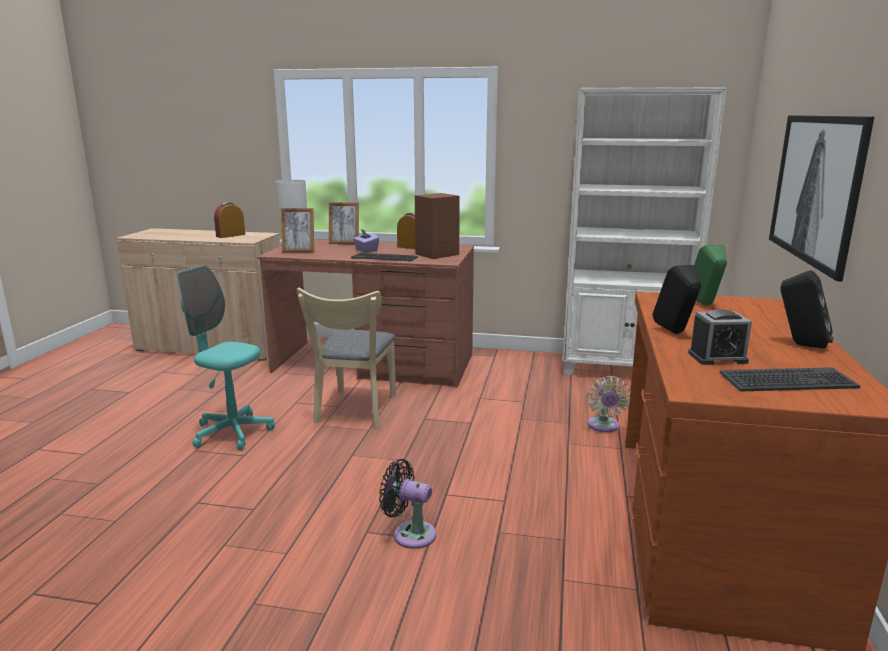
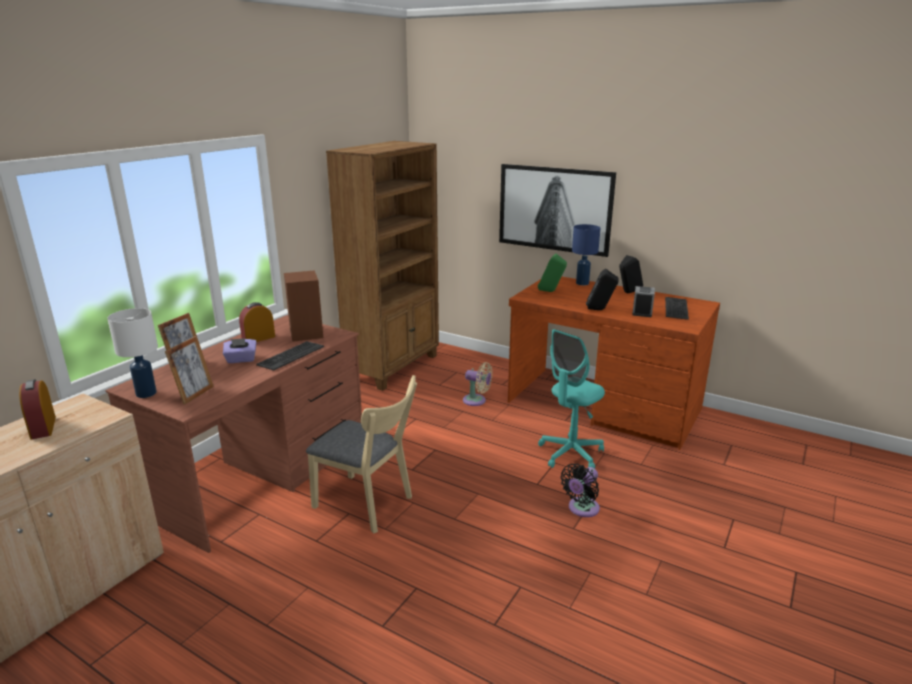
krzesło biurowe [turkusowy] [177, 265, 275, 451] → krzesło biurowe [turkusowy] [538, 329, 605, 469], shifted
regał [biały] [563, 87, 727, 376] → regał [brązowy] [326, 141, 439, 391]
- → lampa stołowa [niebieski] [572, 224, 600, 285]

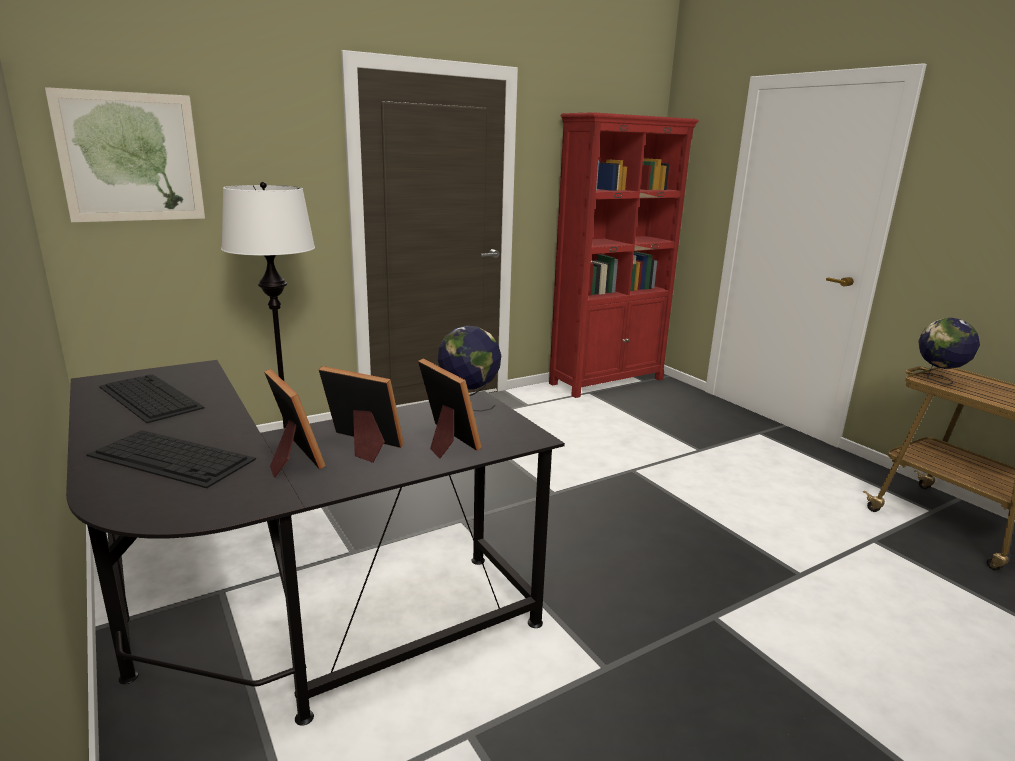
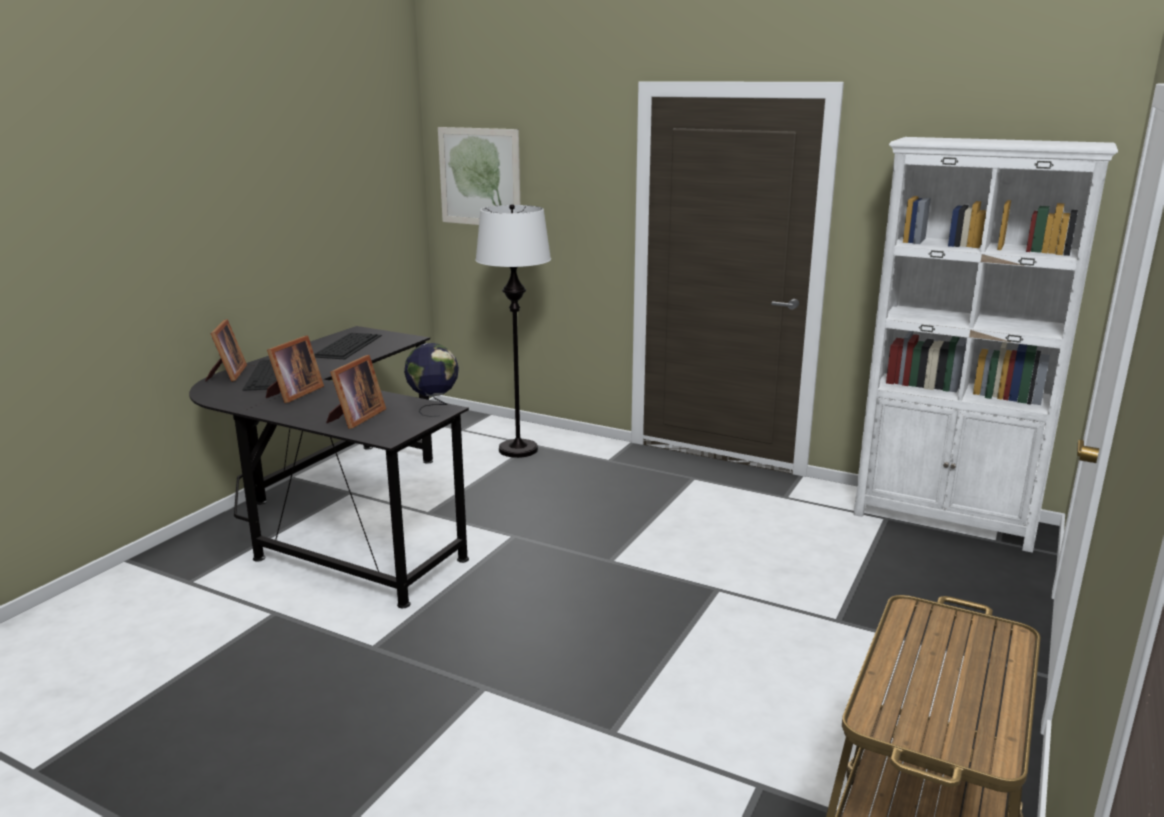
ramka na zdjęcie [319, 366, 404, 463] → ramka na zdjęcie [205, 319, 247, 382], shifted
regał [czerwony] [549, 112, 699, 398] → regał [biały] [853, 137, 1118, 553]
globus [918, 318, 980, 385] → -

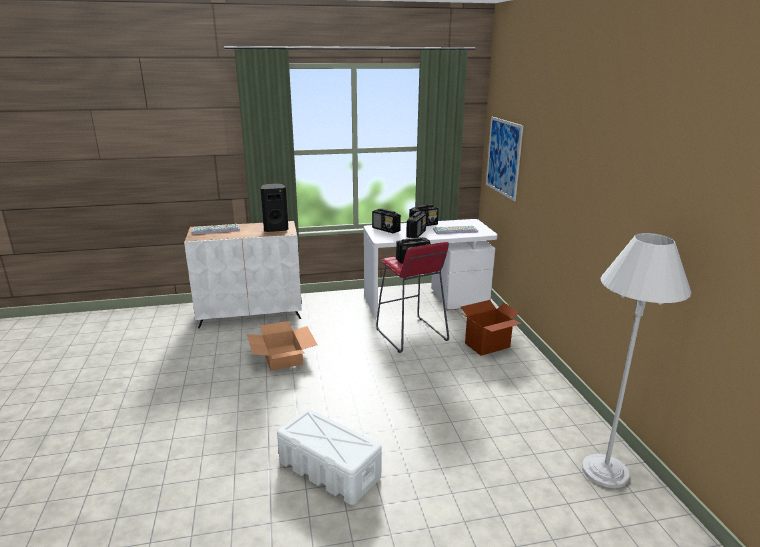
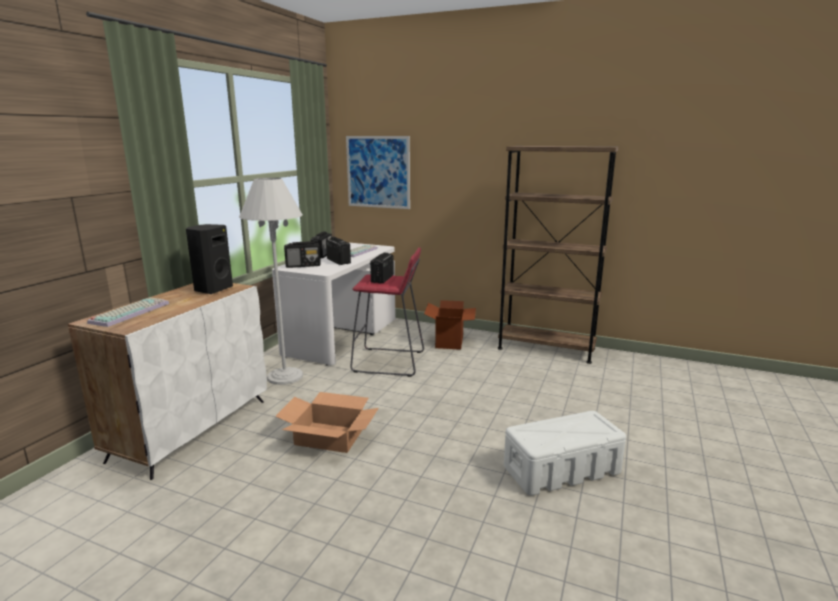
lampa stojąca [biały] [582, 233, 691, 488] → lampa stojąca [biały] [239, 178, 303, 385], shifted
- → regał [brązowy] [498, 146, 618, 364]

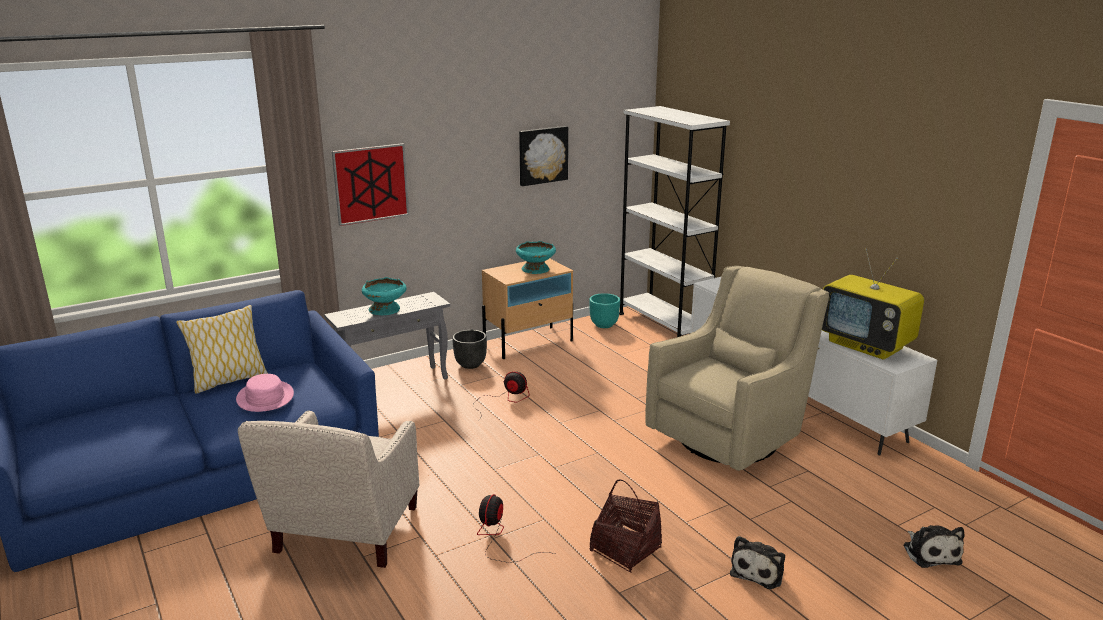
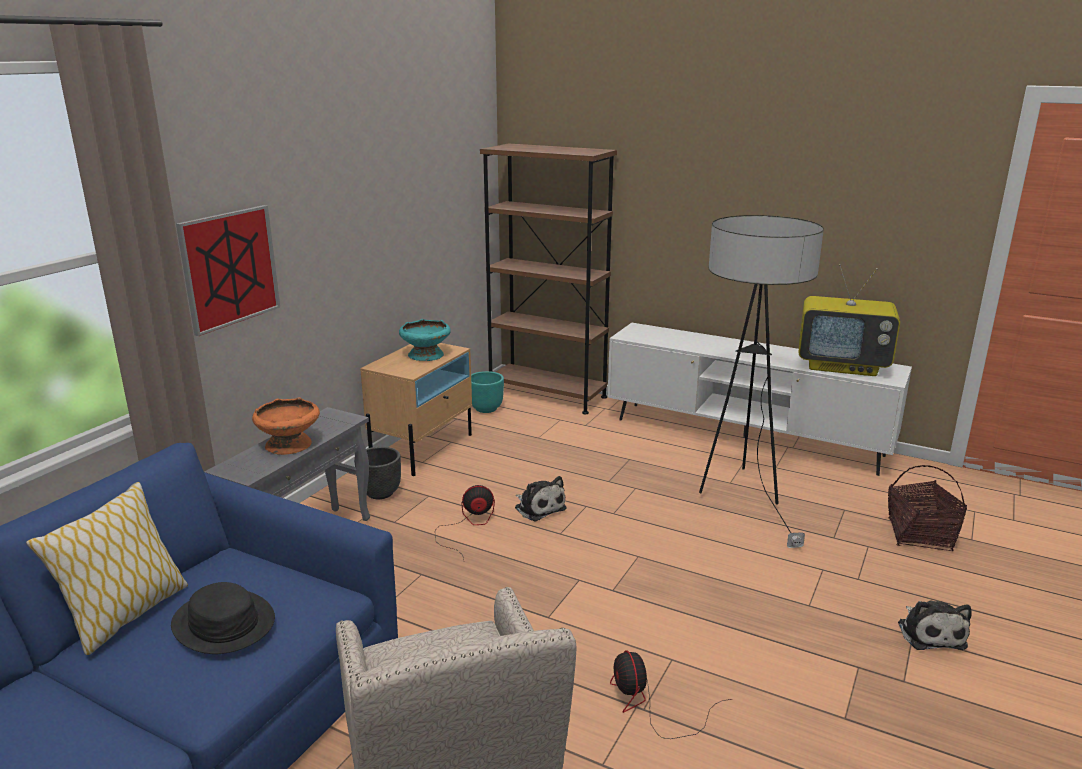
kapelusz [różowy] [236, 374, 294, 412] → kapelusz [czarny] [171, 582, 275, 654]
miska [turkusowy] [362, 277, 407, 315] → miska [pomarańczowy] [252, 397, 320, 455]
obraz [519, 126, 568, 186] → -
koszyk [589, 479, 662, 573] → koszyk [888, 465, 967, 551], shifted
regał [biały] [619, 106, 730, 337] → regał [brązowy] [480, 143, 617, 414]
fotel [beżowy] [645, 266, 829, 471] → lampa stojąca [699, 215, 824, 548]
pluszak [903, 525, 964, 568] → pluszak [515, 476, 567, 522], shifted

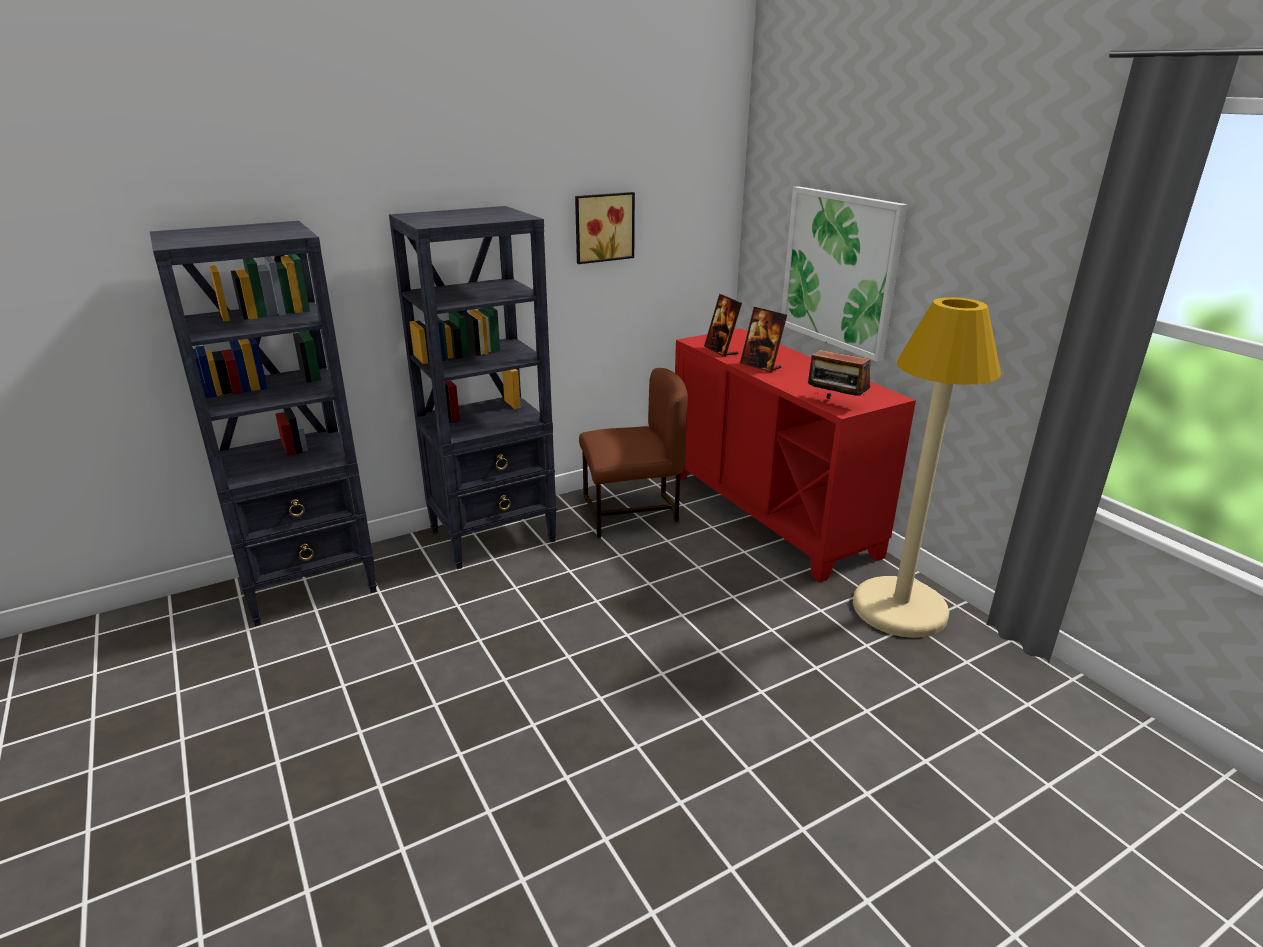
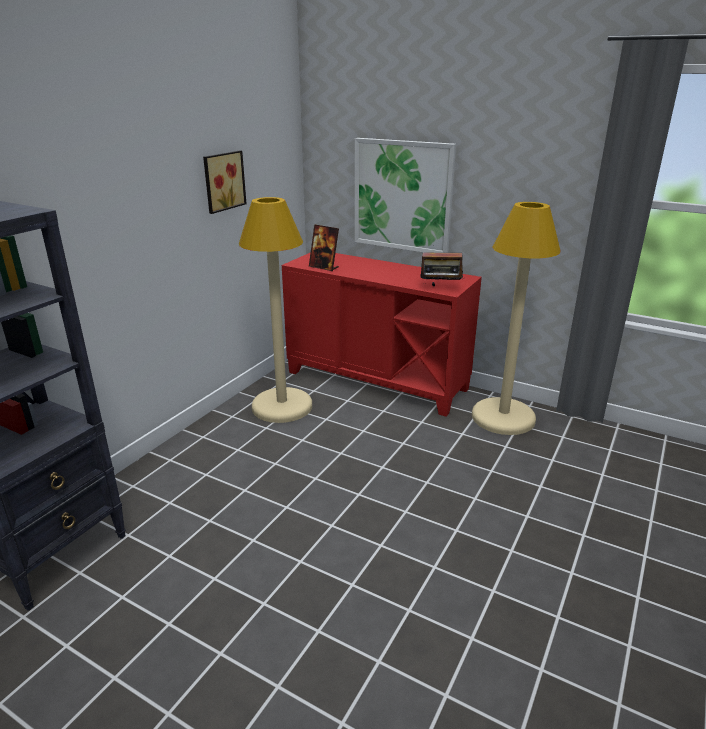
regał [czarny] [389, 206, 557, 569] → -
krzesło [brązowy] [579, 368, 688, 538] → lampa stojąca [beżowy] [239, 197, 312, 423]
ramka na zdjęcie [740, 307, 787, 373] → -

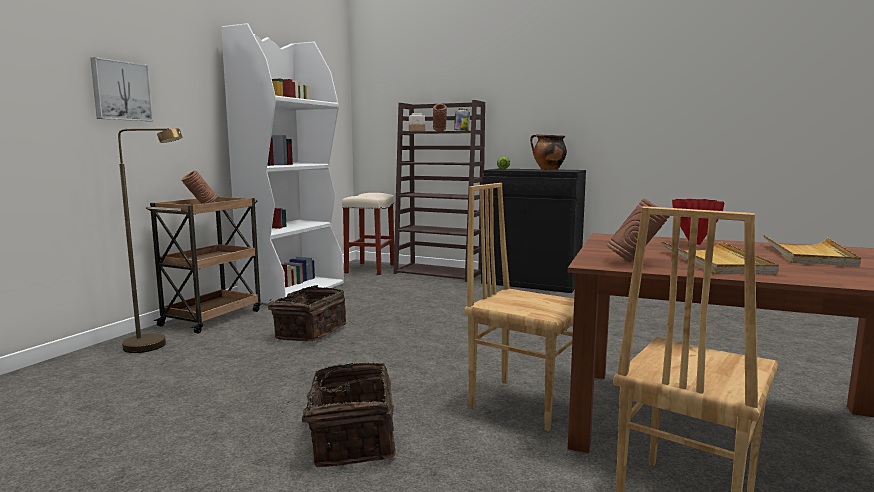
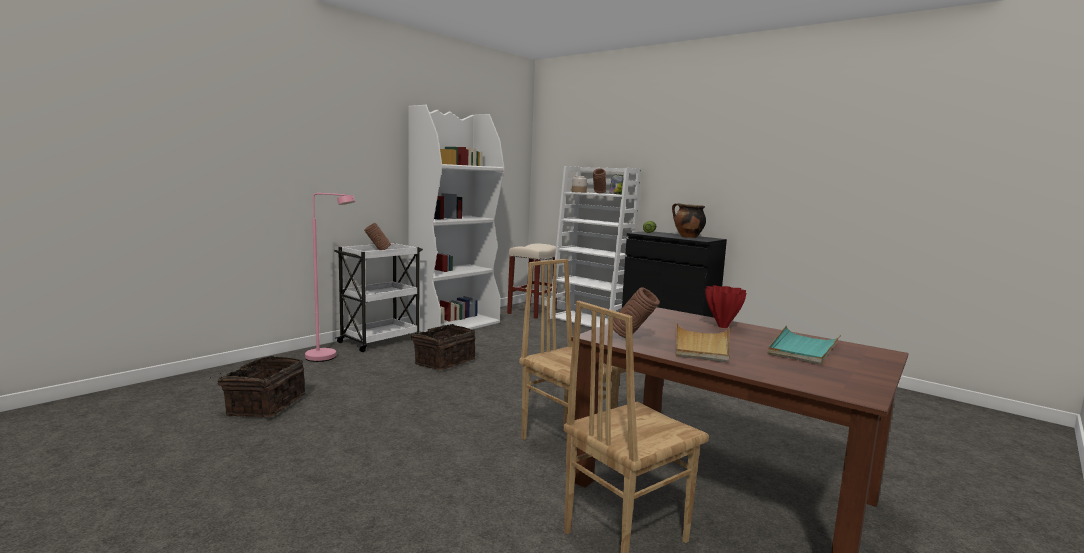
obraz [90, 57, 153, 121] → -
lampa stojąca [brązowy] [118, 128, 183, 353] → lampa stojąca [różowy] [305, 193, 355, 362]
wózek [brązowy] [145, 196, 261, 334] → wózek [biały] [334, 243, 423, 352]
koszyk [287, 362, 396, 467] → koszyk [210, 356, 305, 417], shifted
regał [brązowy] [393, 100, 485, 282] → regał [biały] [550, 166, 641, 328]
taca [beżowy] [763, 235, 861, 267] → taca [turkusowy] [768, 325, 841, 365]

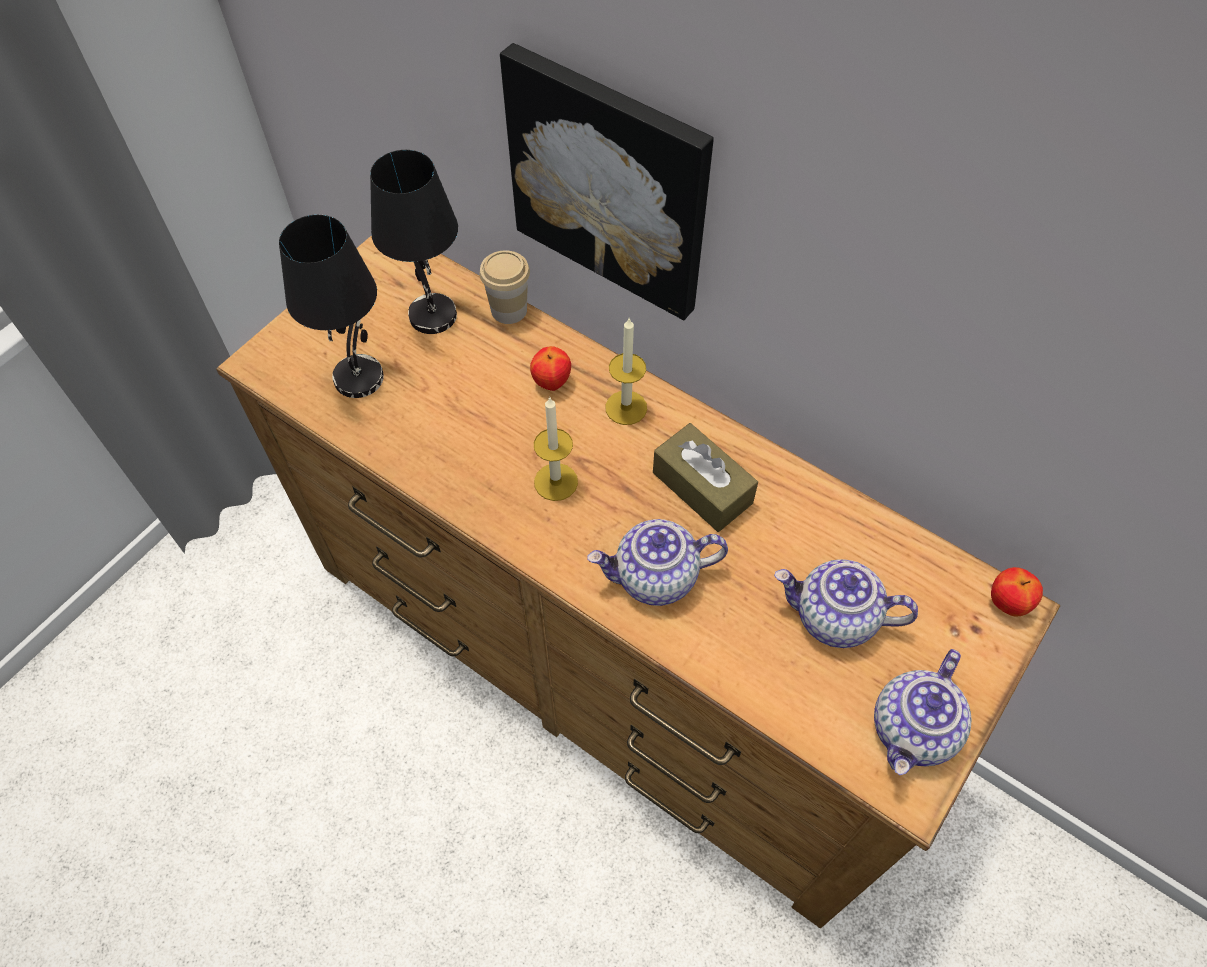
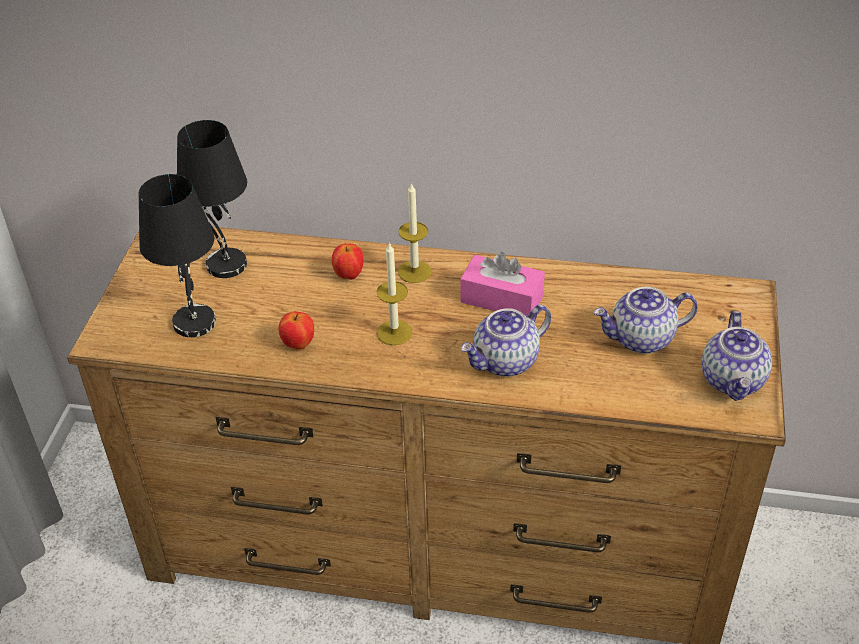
filiżanka [480, 250, 530, 324] → -
obraz [500, 43, 714, 320] → -
pudełko chusteczek [brązowy] [653, 423, 758, 532] → pudełko chusteczek [różowy] [460, 252, 545, 315]
jabłko [991, 567, 1043, 617] → jabłko [279, 311, 314, 350], shifted

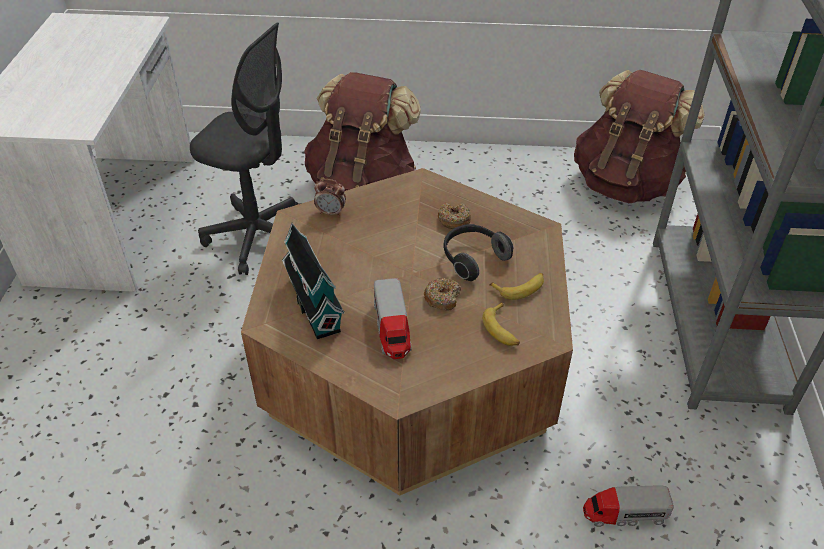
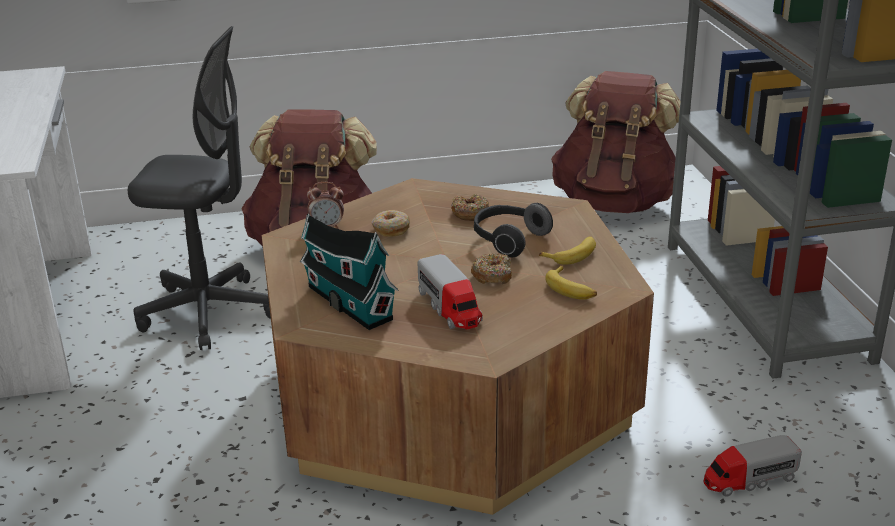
- → donut [372, 210, 410, 237]

